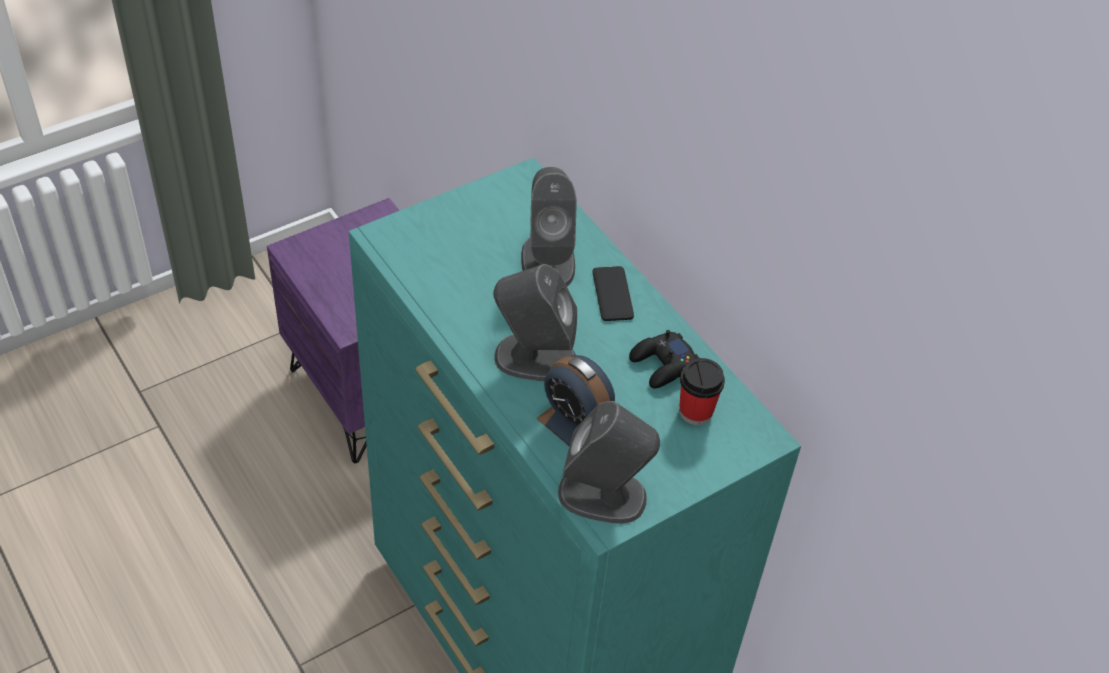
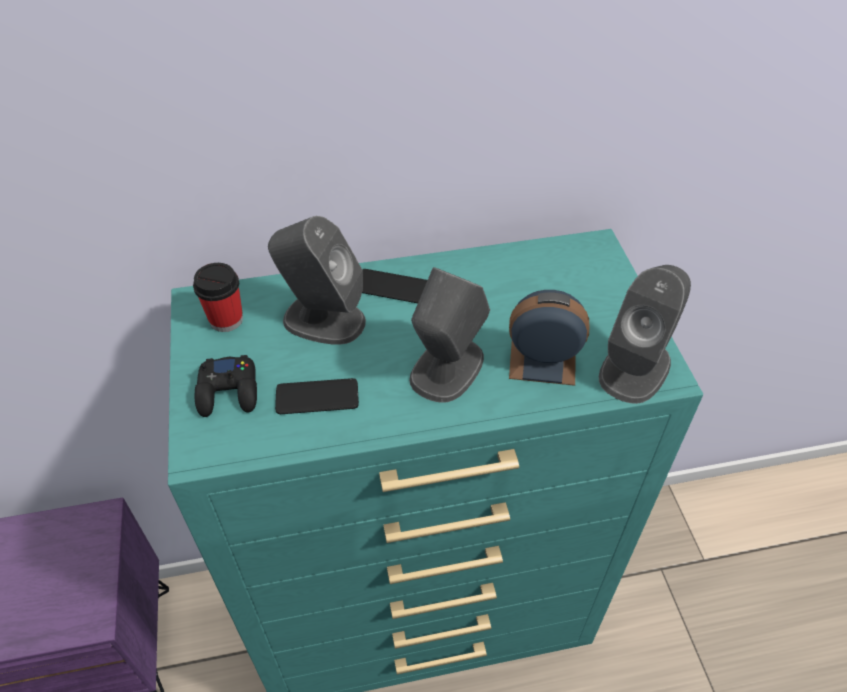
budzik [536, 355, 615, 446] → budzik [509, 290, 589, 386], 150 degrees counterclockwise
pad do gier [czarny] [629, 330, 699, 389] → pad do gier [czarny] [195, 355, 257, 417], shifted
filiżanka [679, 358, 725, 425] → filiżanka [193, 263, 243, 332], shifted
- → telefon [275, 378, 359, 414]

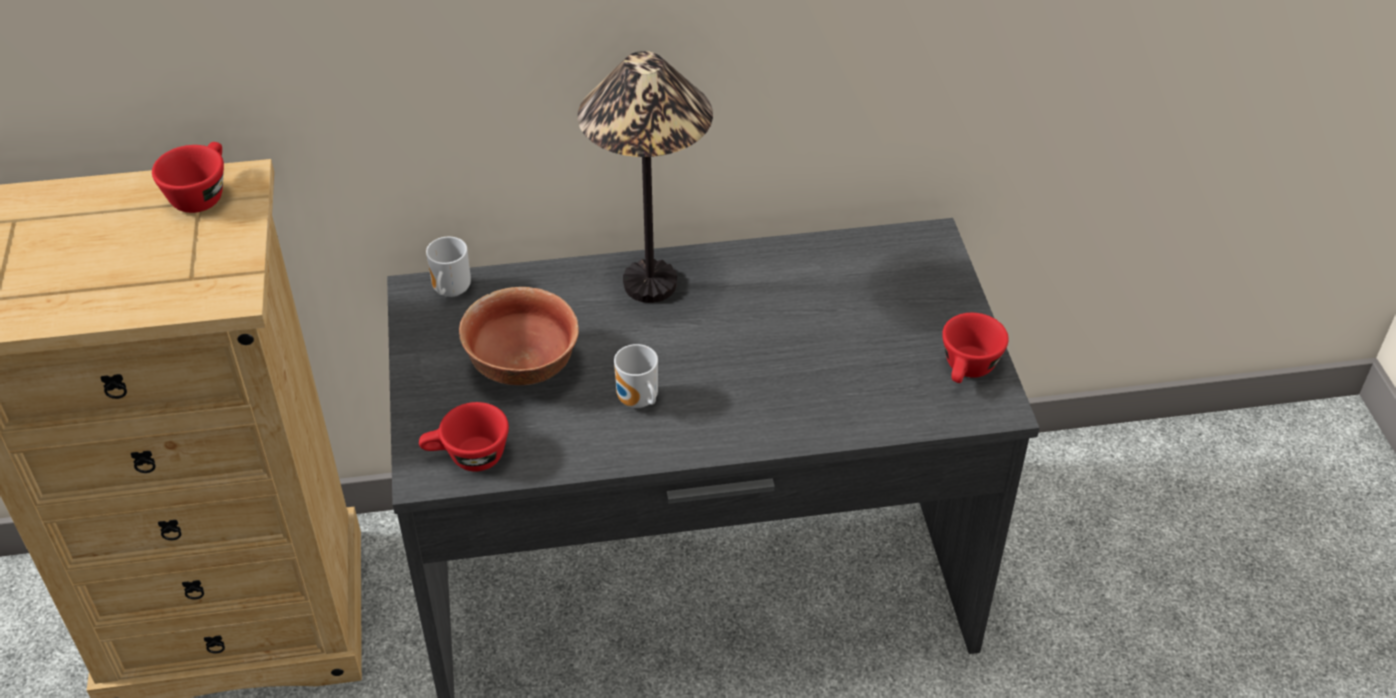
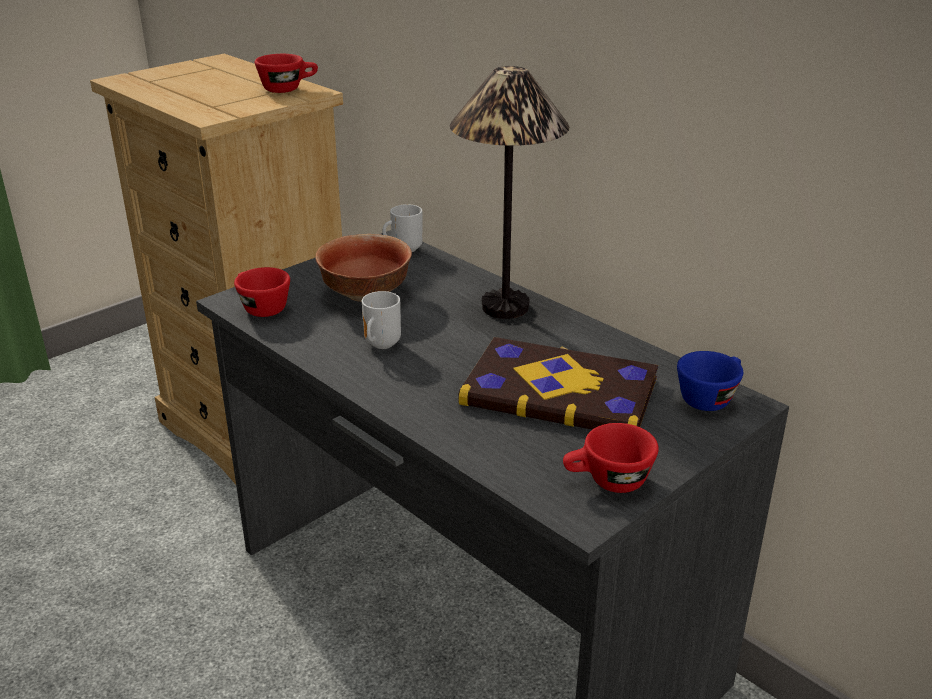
- → książka [458, 337, 658, 430]
- → filiżanka [niebieski] [677, 351, 743, 411]

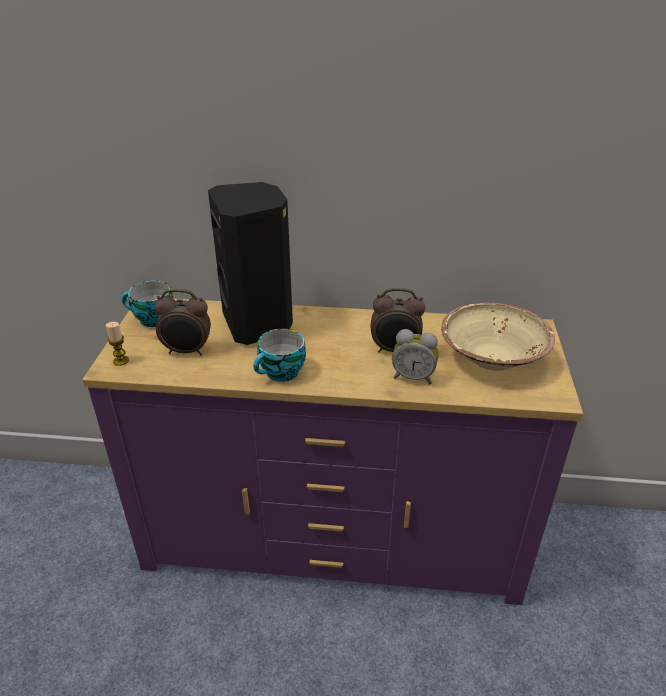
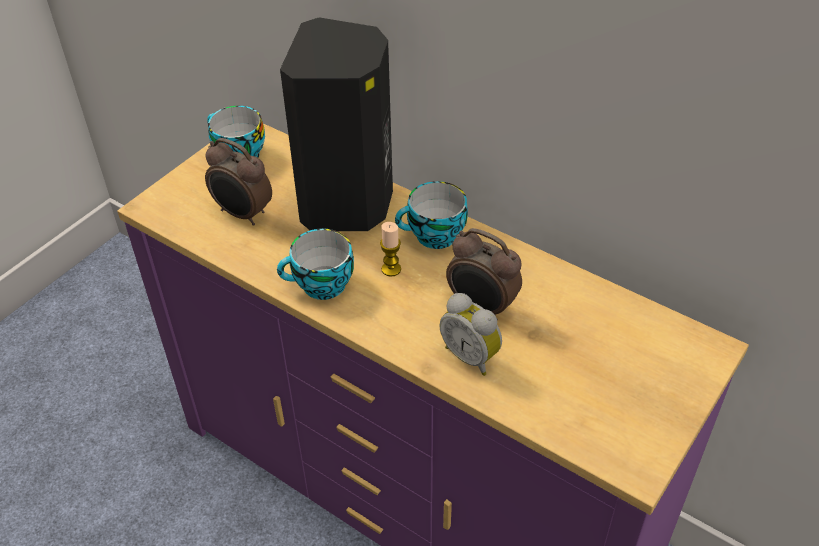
świeca [106, 322, 129, 366] → świeca [380, 222, 401, 277], shifted
miska [beżowy] [441, 303, 555, 371] → -
- → filiżanka [395, 181, 468, 249]

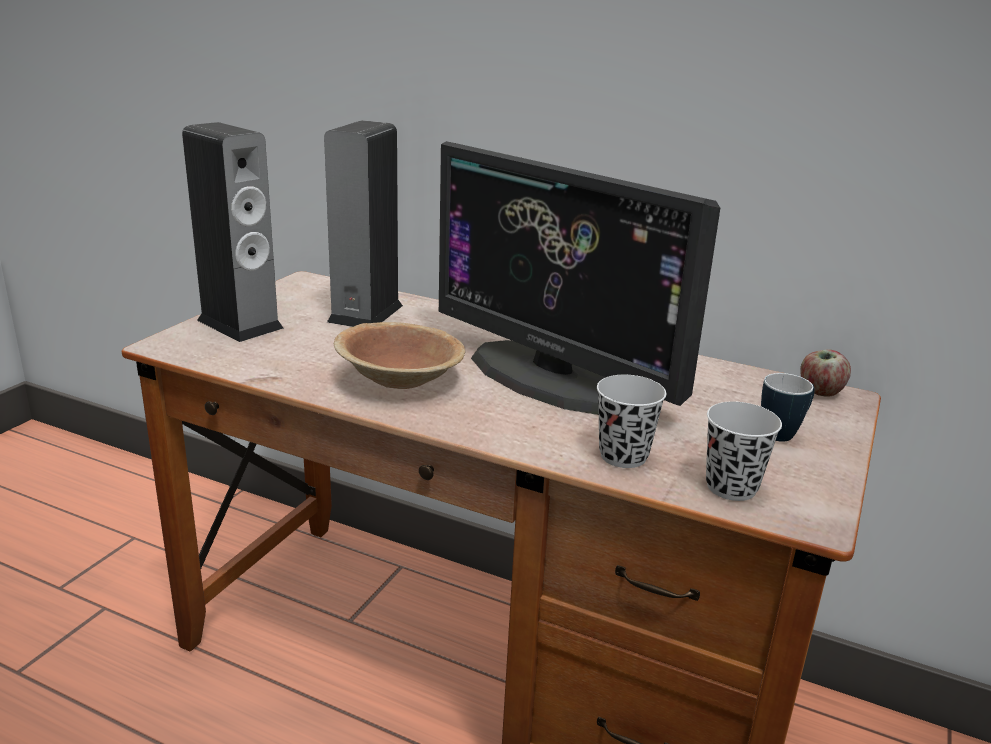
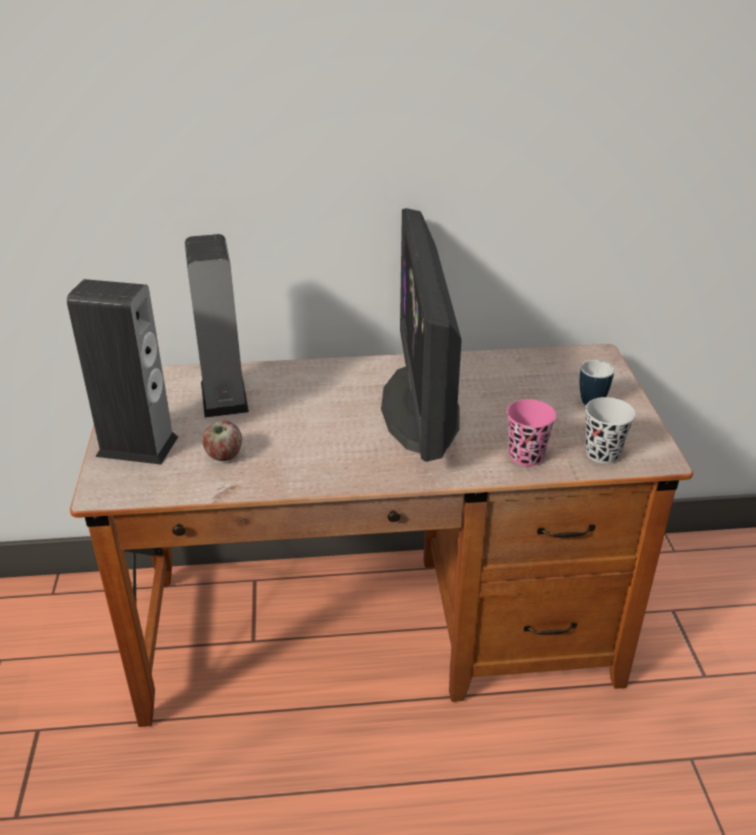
miska [brązowy] [334, 322, 465, 389] → -
monitor [439, 141, 720, 415] → monitor [381, 208, 462, 462], 75 degrees clockwise
filiżanka [czarny] [597, 375, 666, 468] → filiżanka [różowy] [507, 399, 556, 466]
jabłko [800, 350, 851, 397] → jabłko [202, 421, 242, 461], shifted

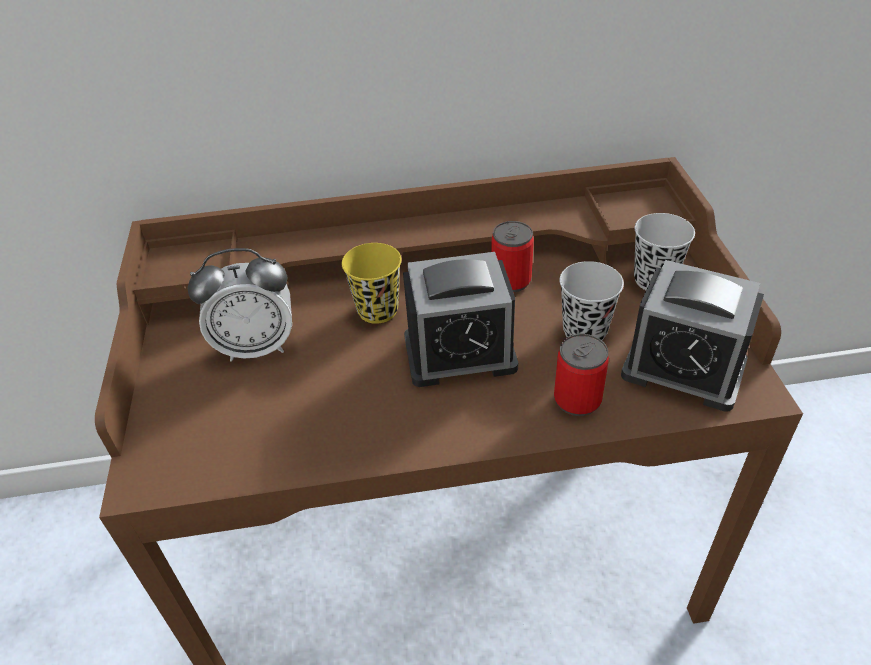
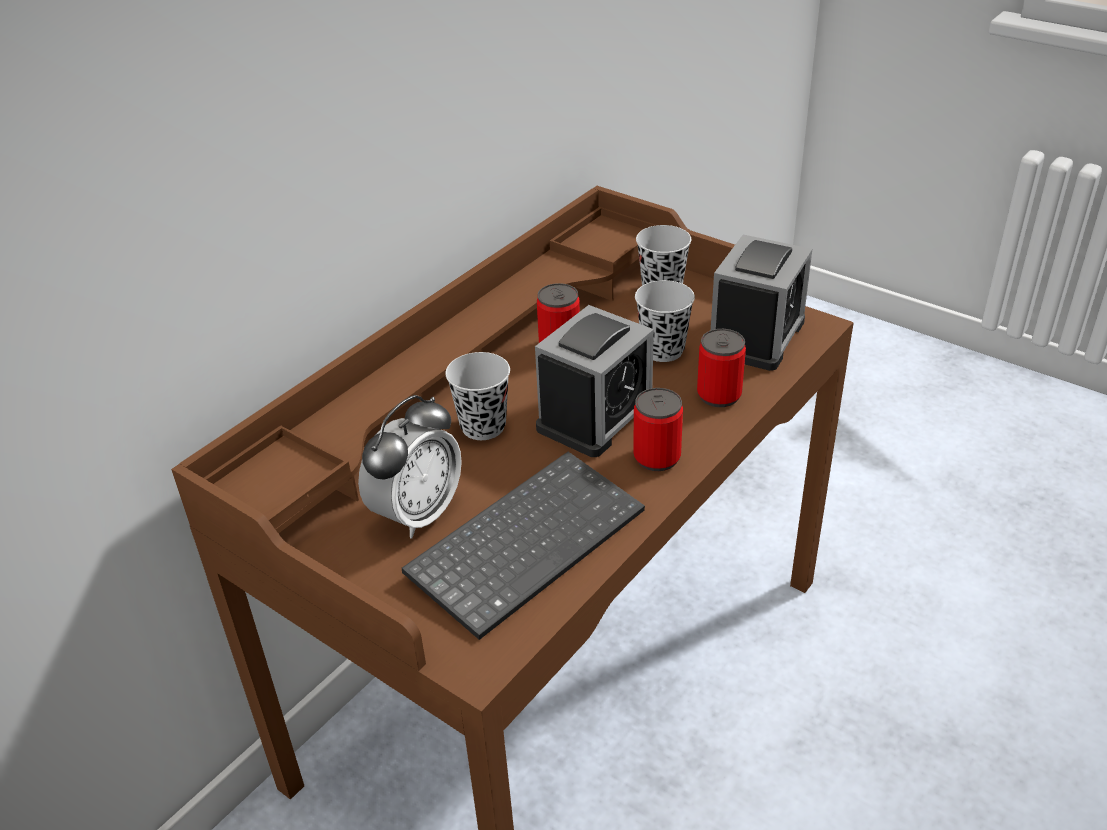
filiżanka [żółty] [342, 243, 401, 324] → filiżanka [czarny] [445, 352, 510, 440]
budzik [621, 260, 764, 412] → budzik [711, 235, 812, 371], 45 degrees counterclockwise
- → klawiatura [402, 452, 645, 640]
- → puszka [633, 388, 683, 471]

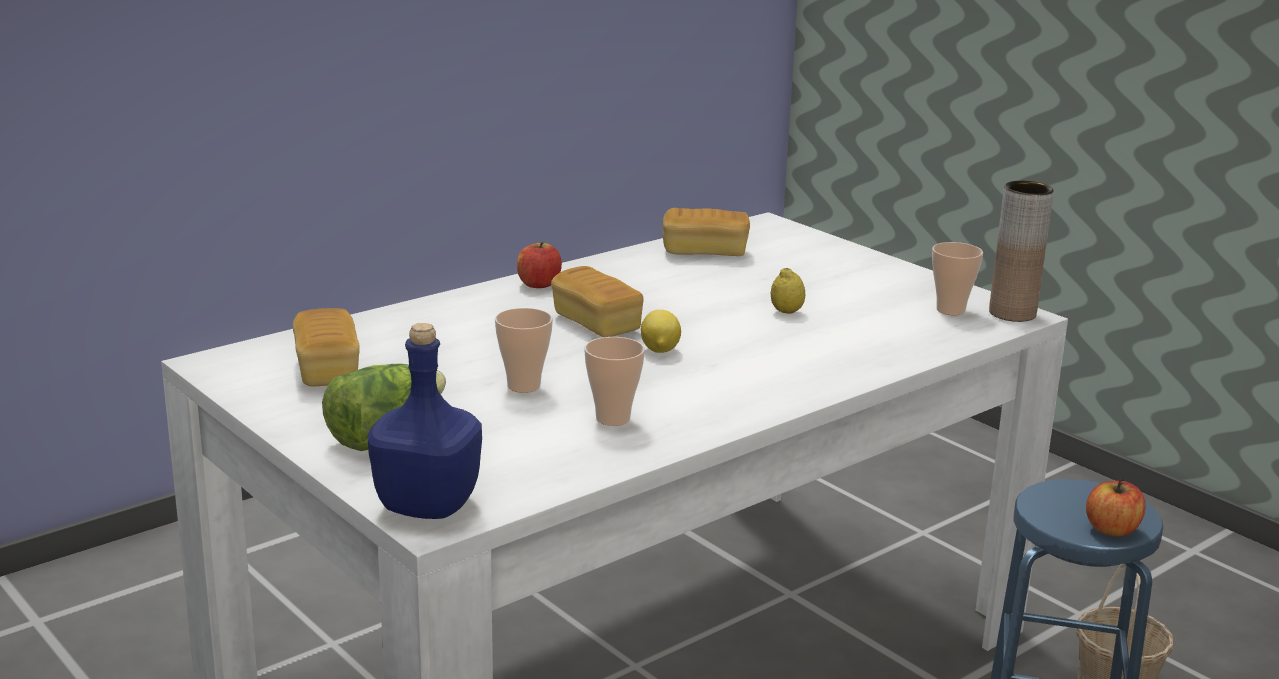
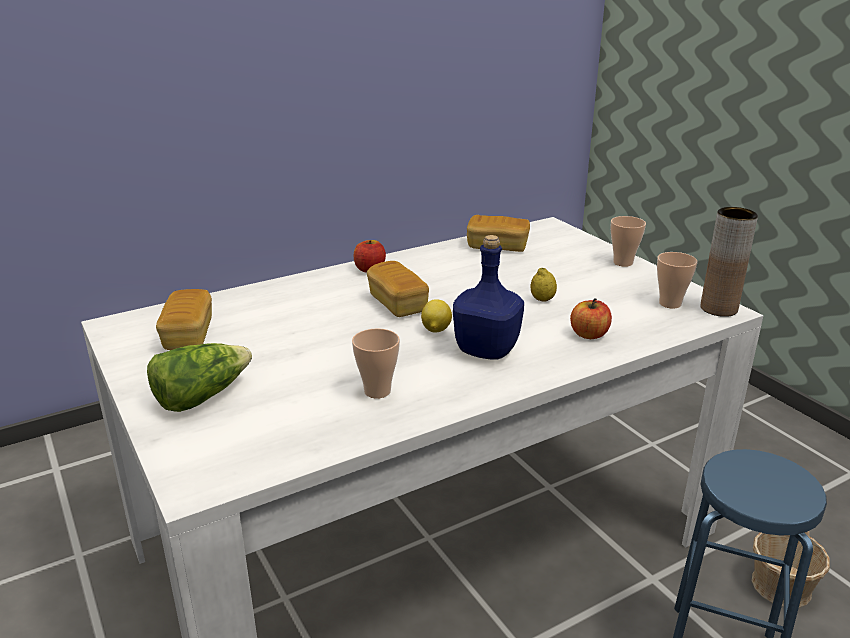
butelka [niebieski] [368, 323, 482, 519] → butelka [niebieski] [453, 235, 524, 360], shifted
filiżanka [495, 308, 553, 393] → filiżanka [610, 216, 646, 267], shifted
jabłko [1086, 478, 1146, 537] → jabłko [570, 298, 612, 339], shifted

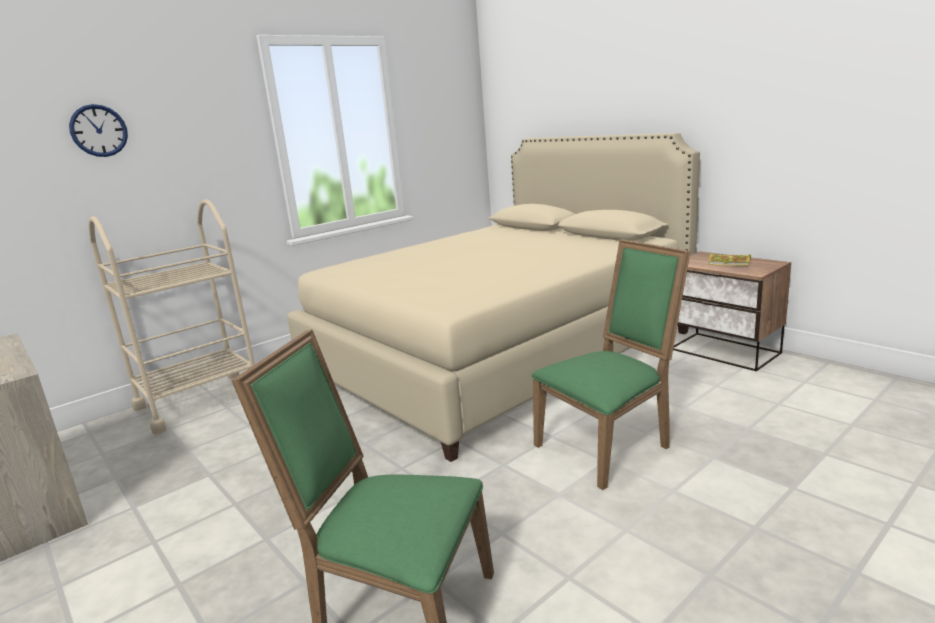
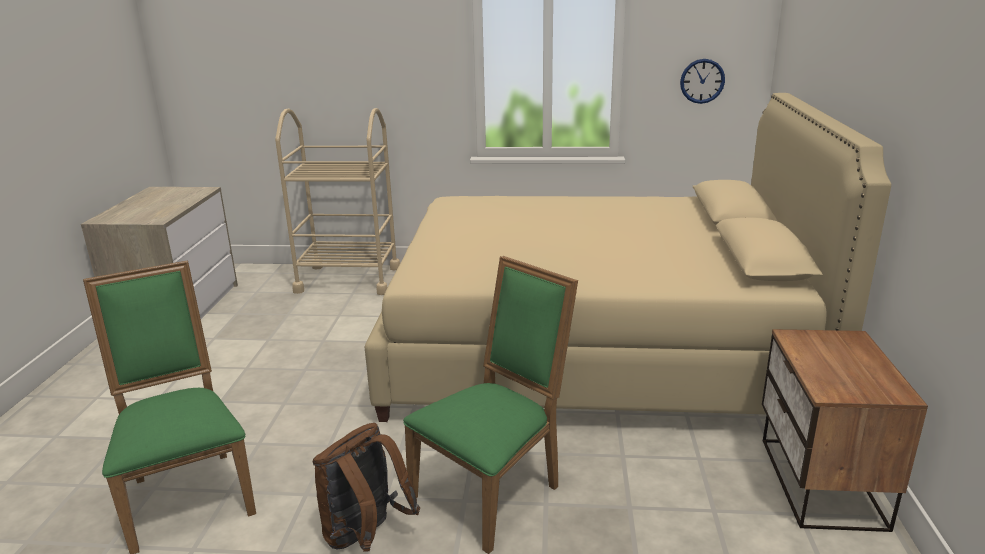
zegar ścienny [69, 104, 128, 157] → zegar ścienny [680, 59, 725, 104], shifted
krzesło [zielony] [532, 239, 690, 490] → krzesło [zielony] [403, 256, 578, 554], 60 degrees counterclockwise
książka [709, 254, 751, 266] → -
- → plecak [brązowy] [313, 423, 420, 552]

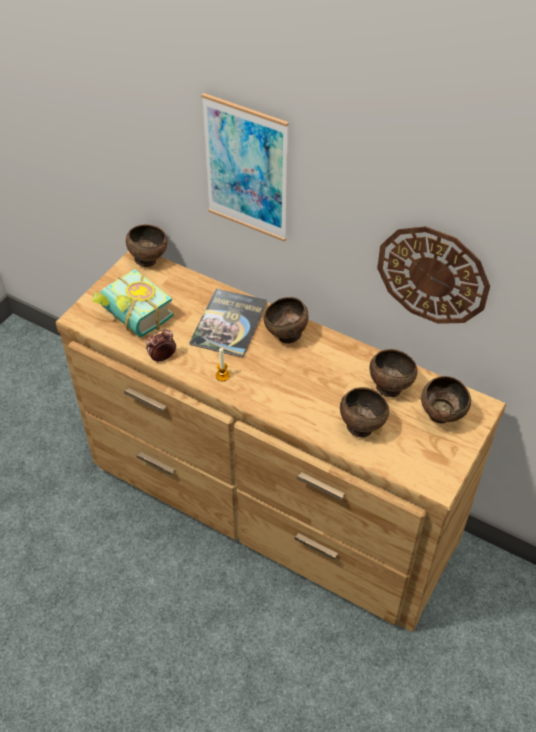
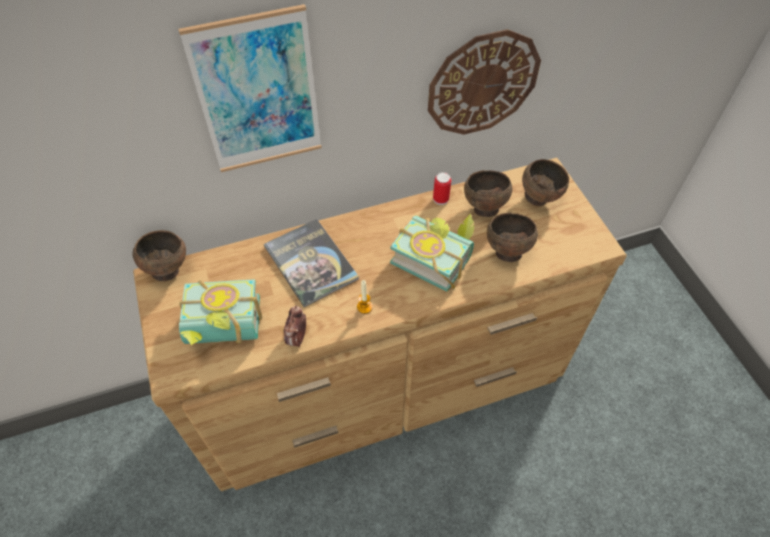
miska [brązowy] [264, 297, 309, 344] → -
- → książka [390, 213, 474, 292]
- → puszka [433, 172, 451, 205]

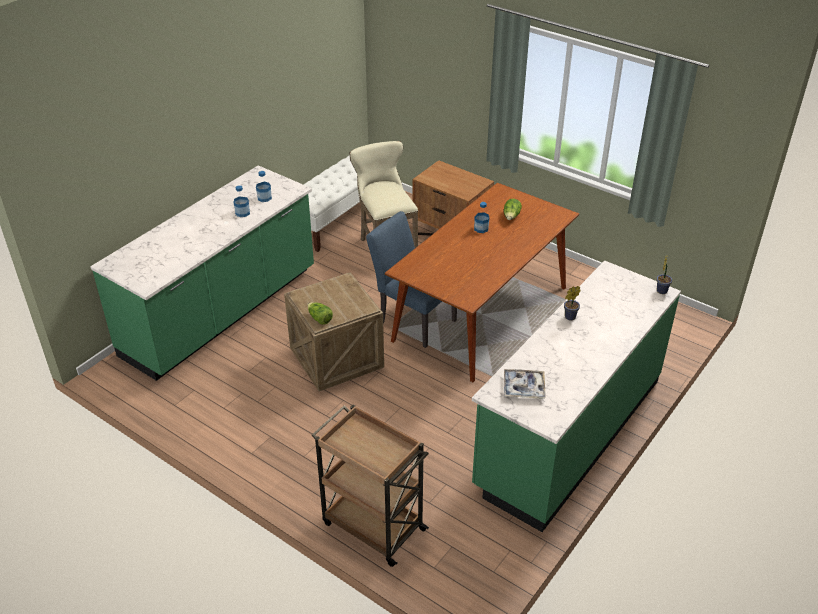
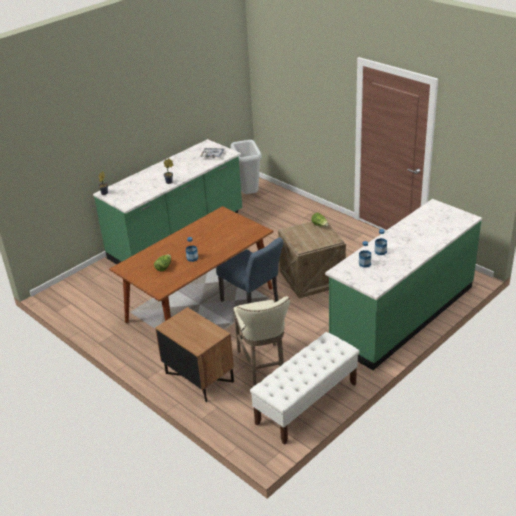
wózek [brązowy] [311, 405, 429, 567] → -
- → kosz na śmieci [szary] [230, 140, 262, 194]

